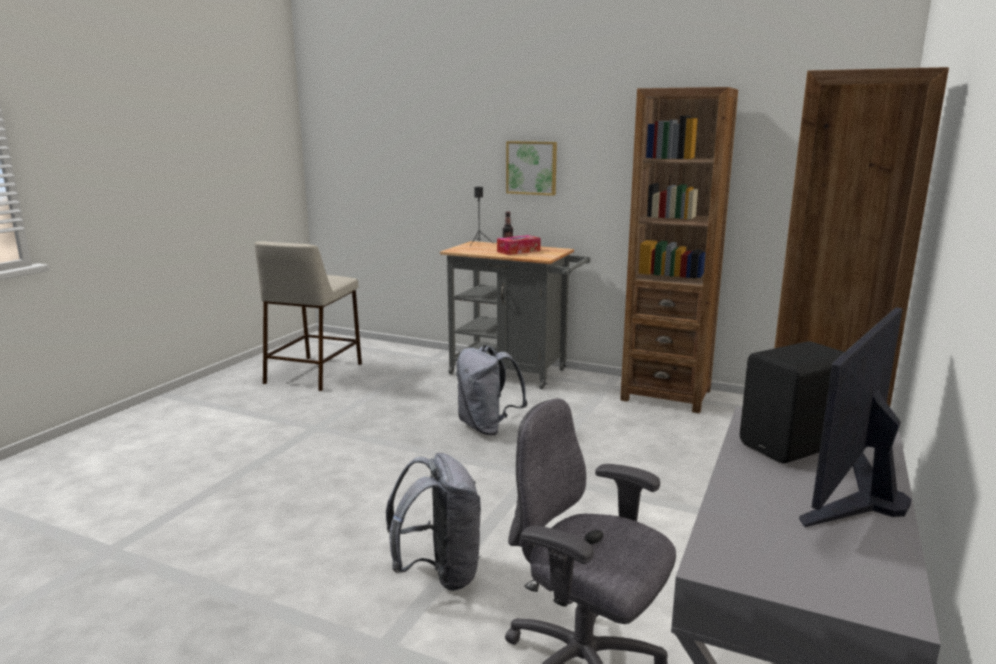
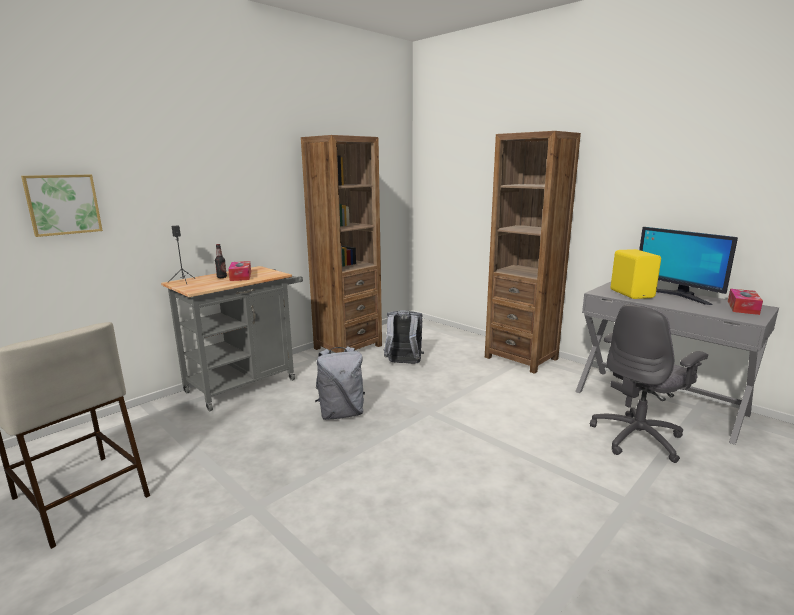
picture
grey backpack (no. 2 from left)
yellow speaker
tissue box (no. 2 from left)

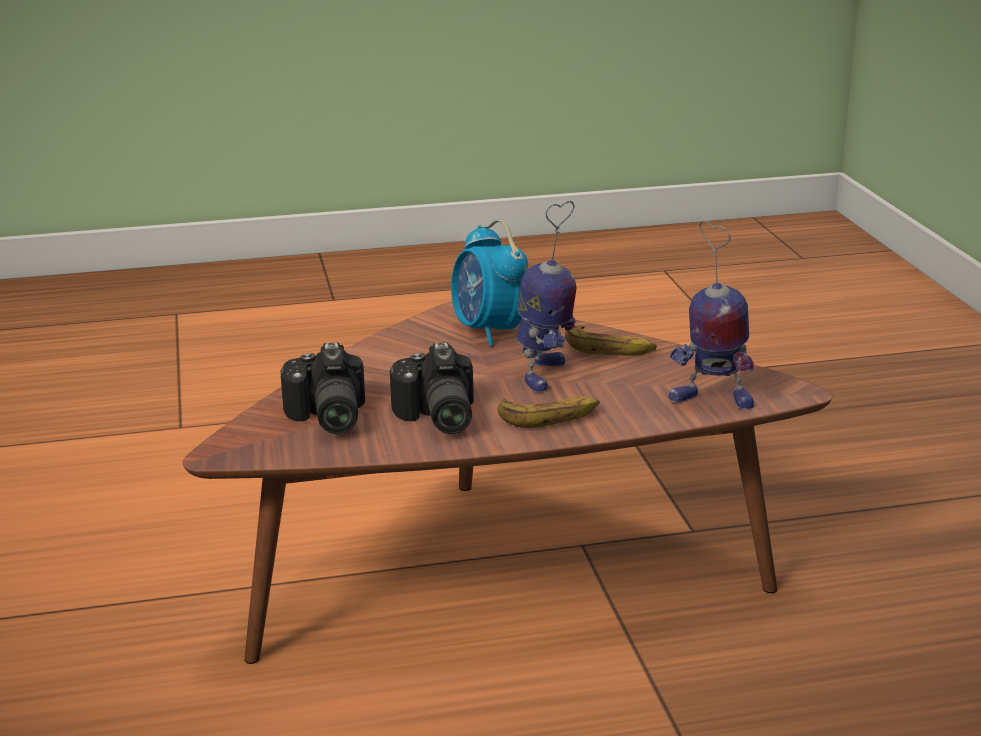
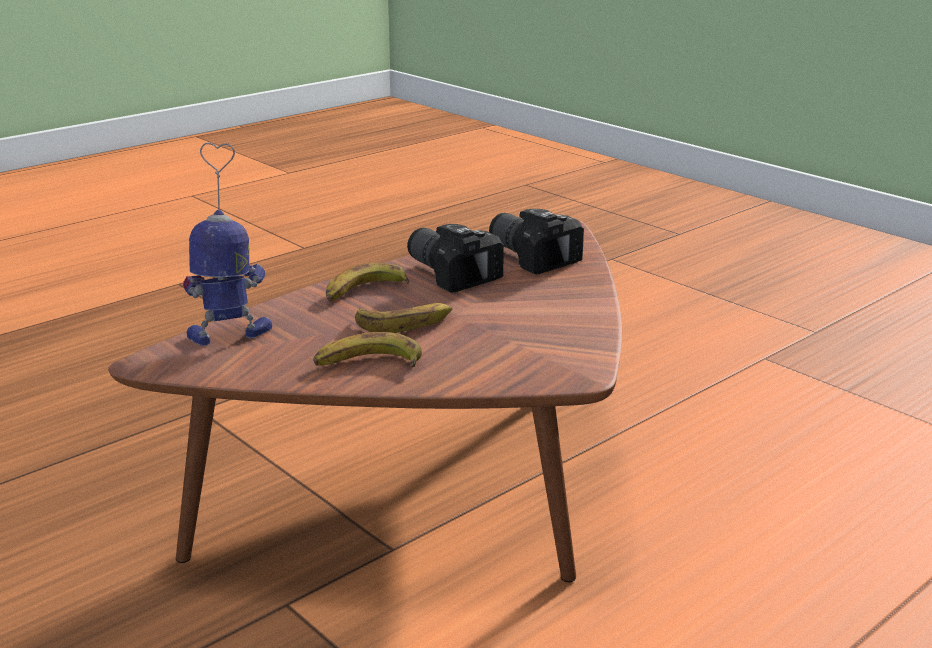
banana (no. 3 from left)
alarm clock

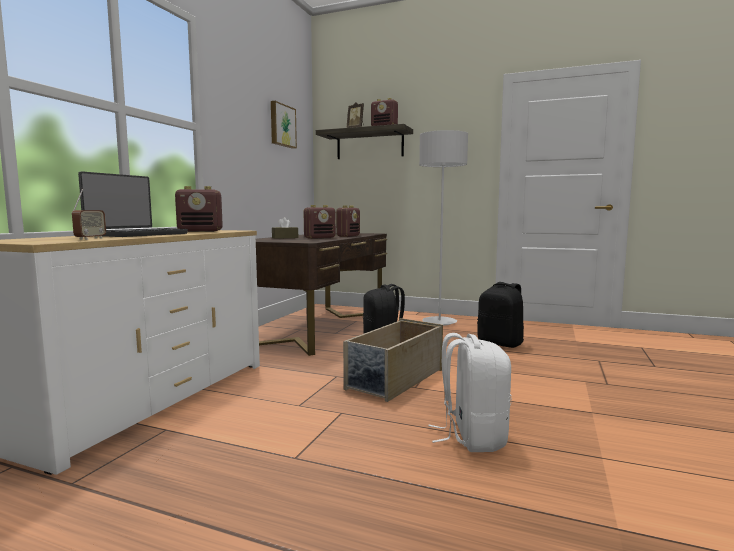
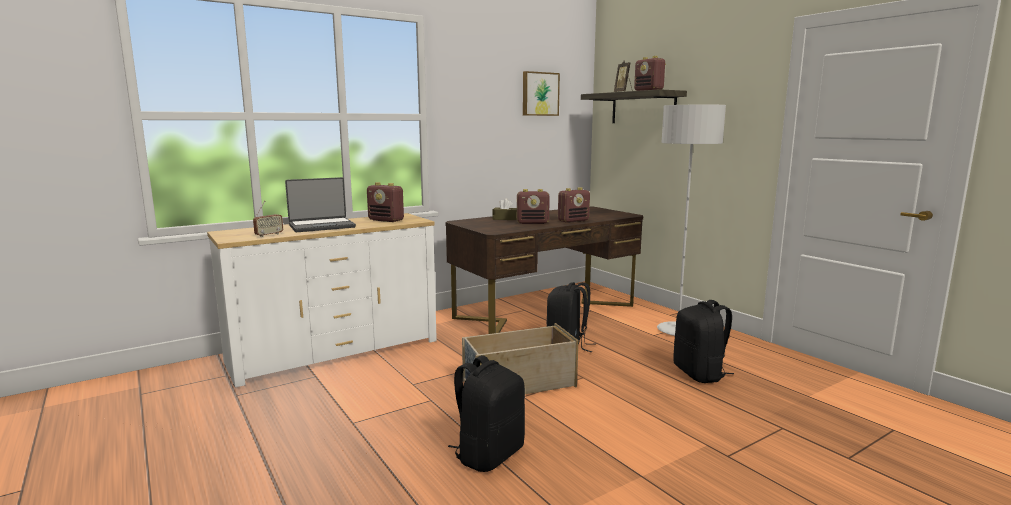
black backpack (no. 1 from left)

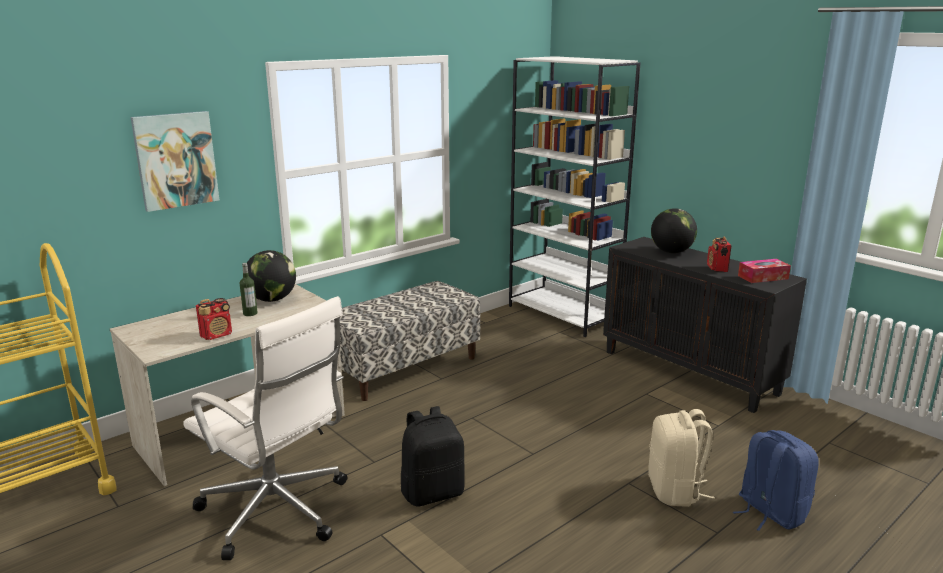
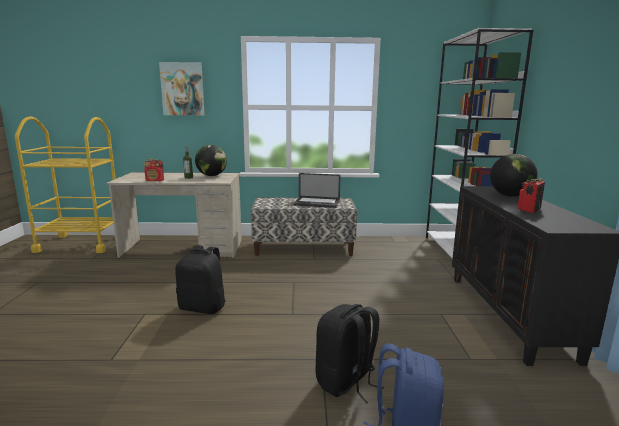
laptop
black backpack (no. 2 from left)
white office chair
tissue box

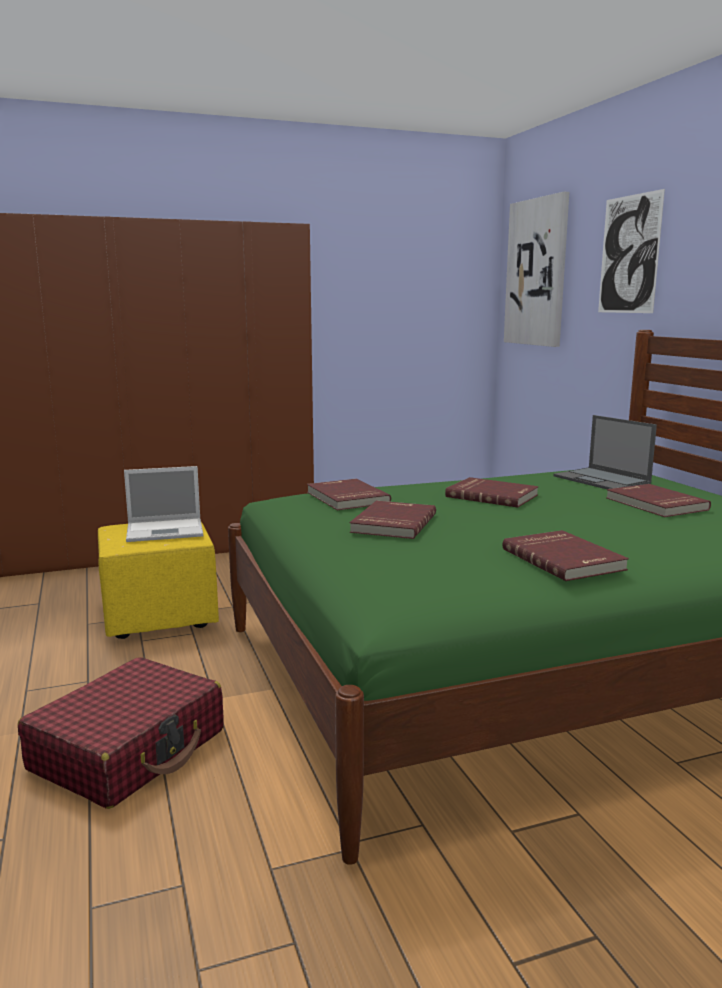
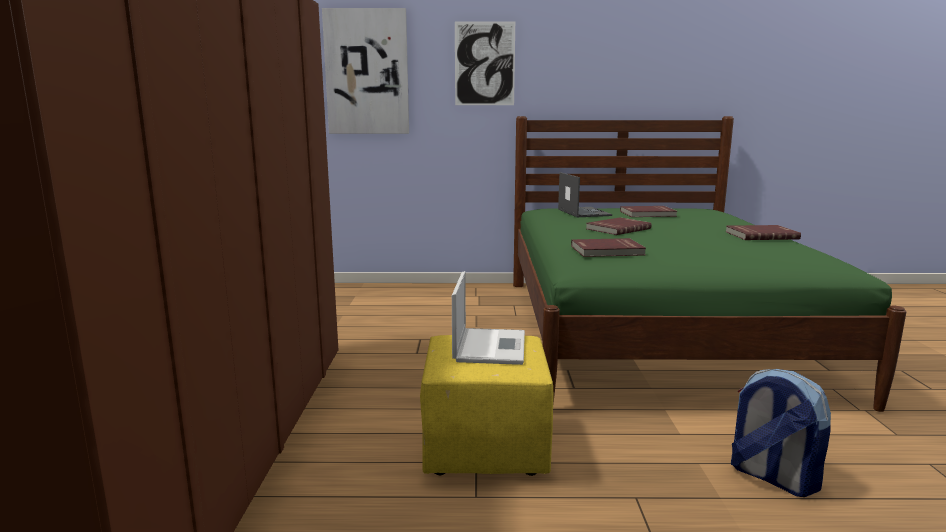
laptop (no. 2 from left)
backpack
red book (no. 2 from left in the first image)

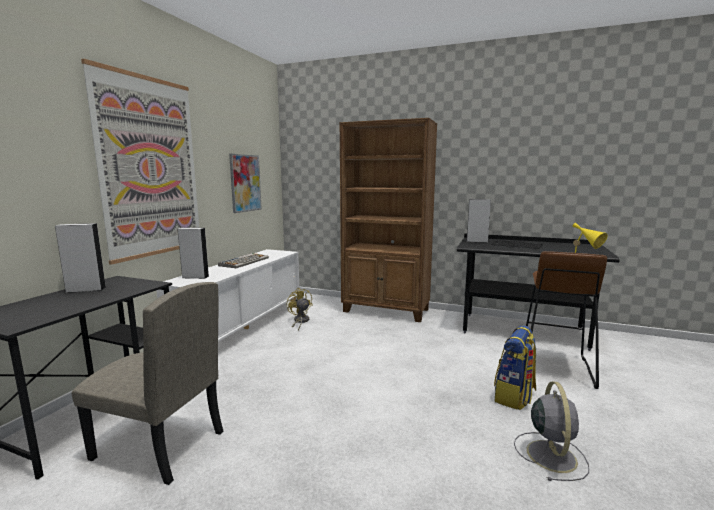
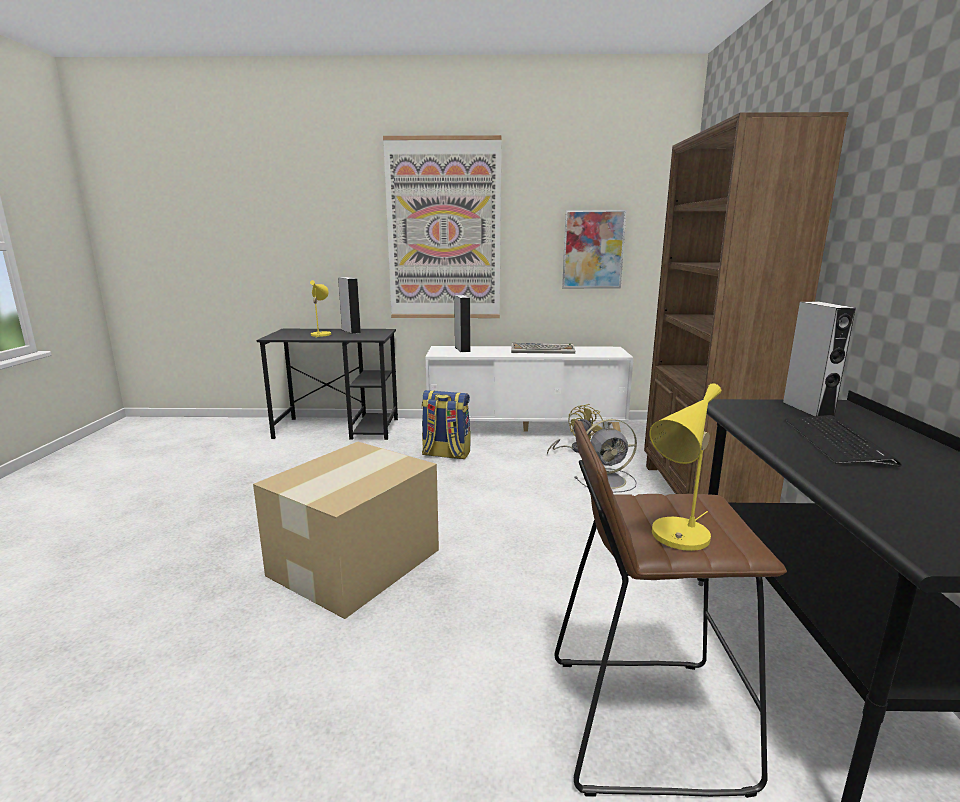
cardboard box
yellow table lamp (no. 1 from left)
backpack
grey fan
beige chair

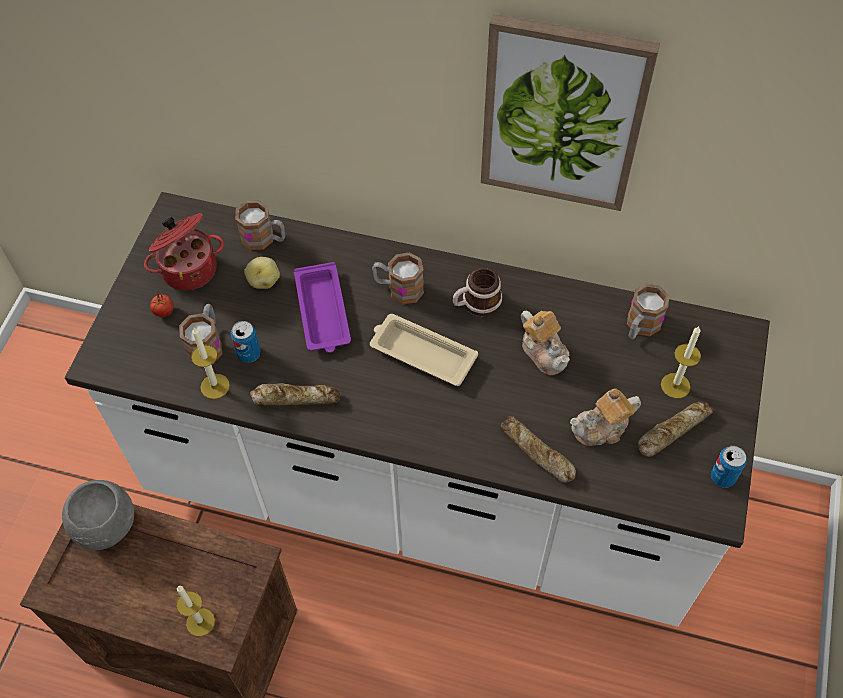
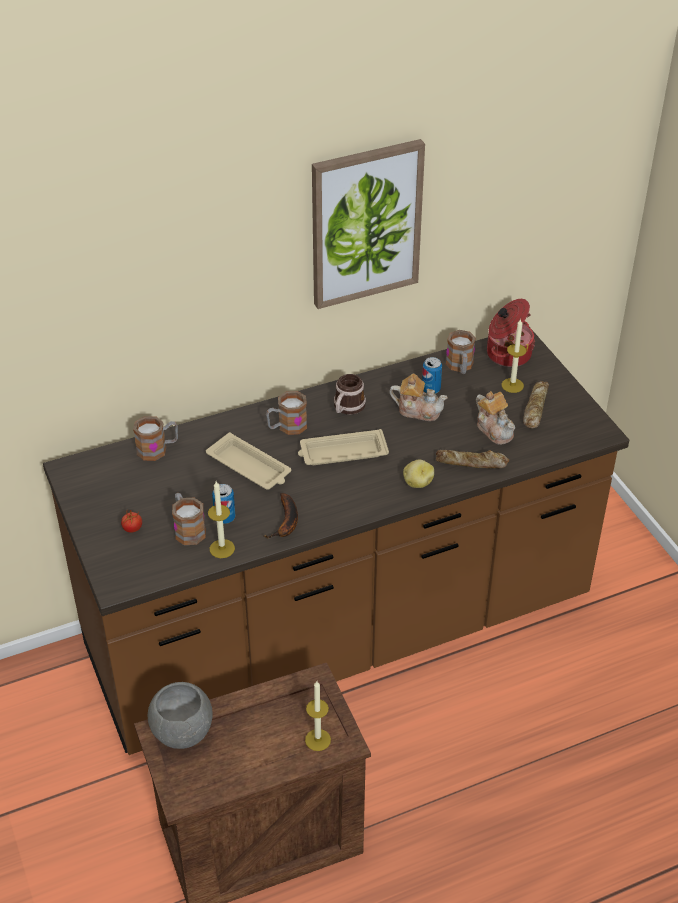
brown counter
beige tray (no. 1 from left)
banana
potato
can (no. 2 from left)
teapot (no. 2 from left)
cooking pot

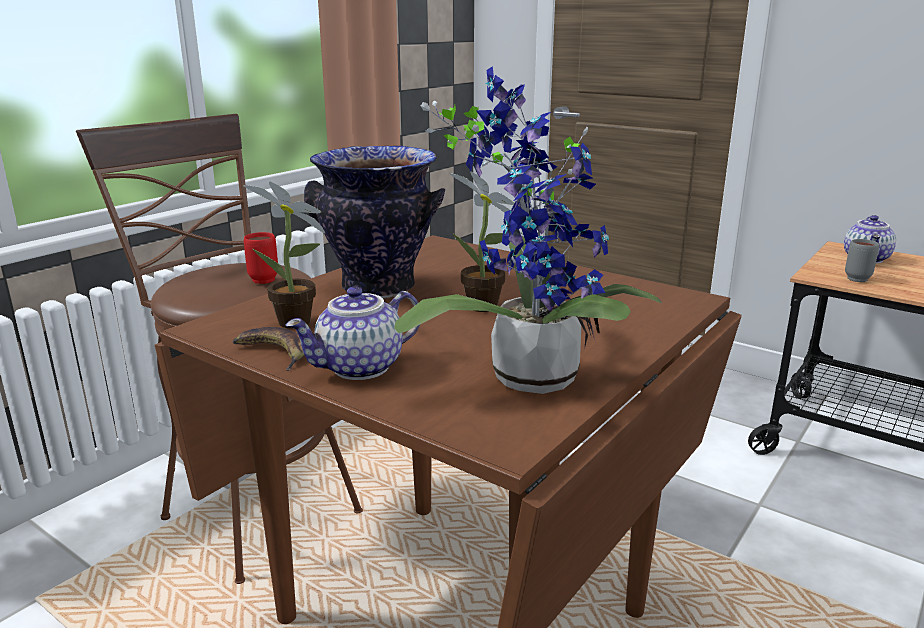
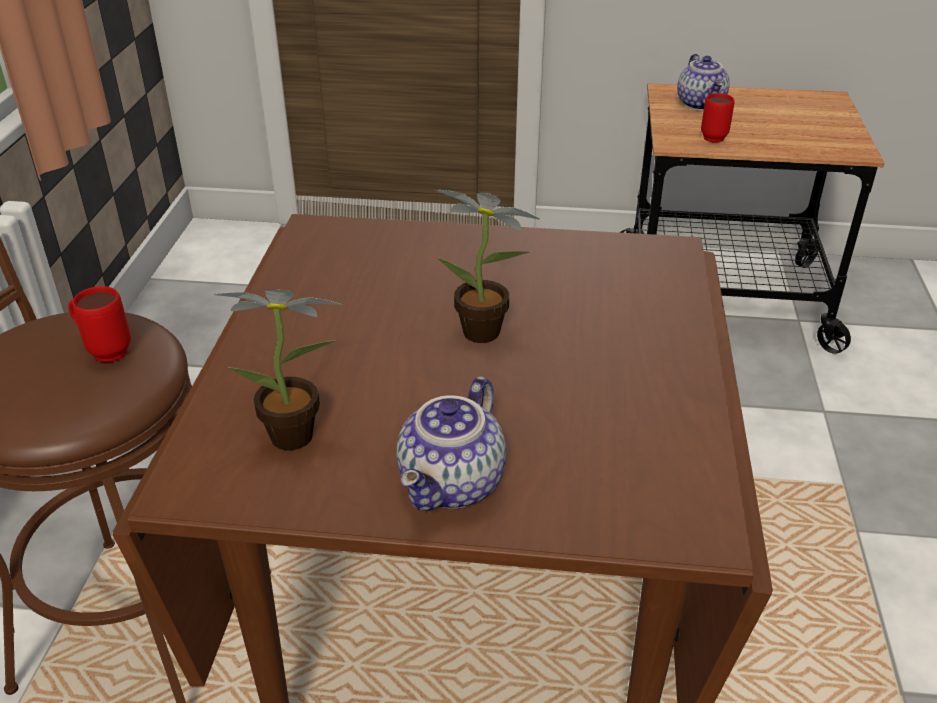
red mug (no. 2 from left)
banana
vase
potted plant (no. 3 from left in the first image)

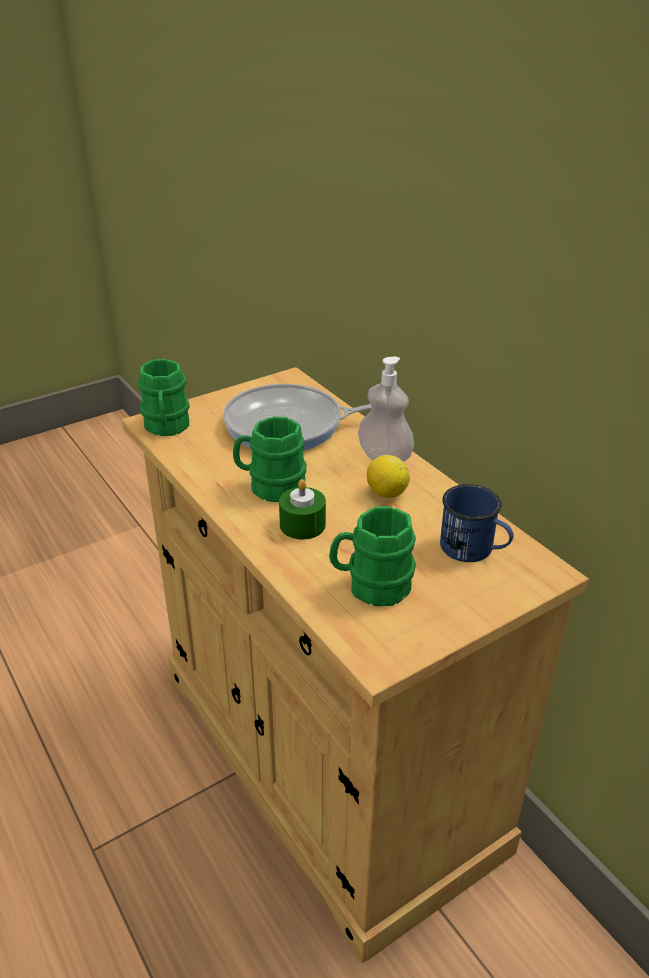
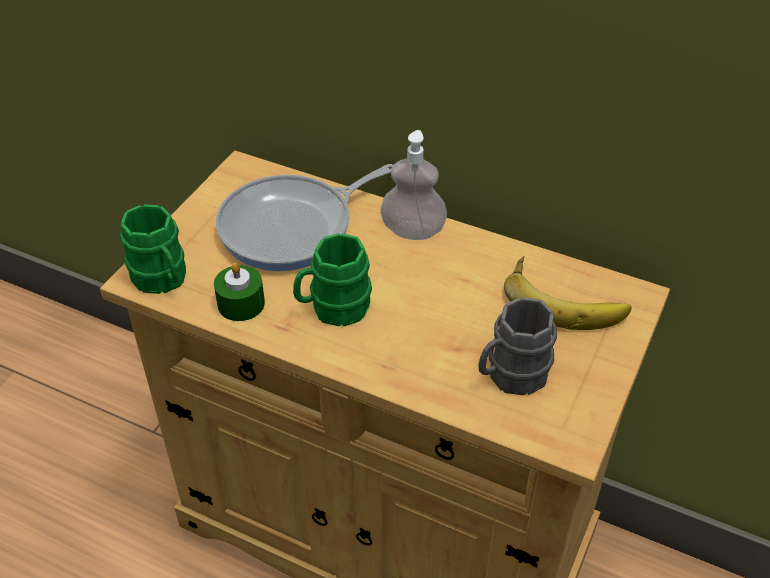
green candle
grey mug
banana
lemon

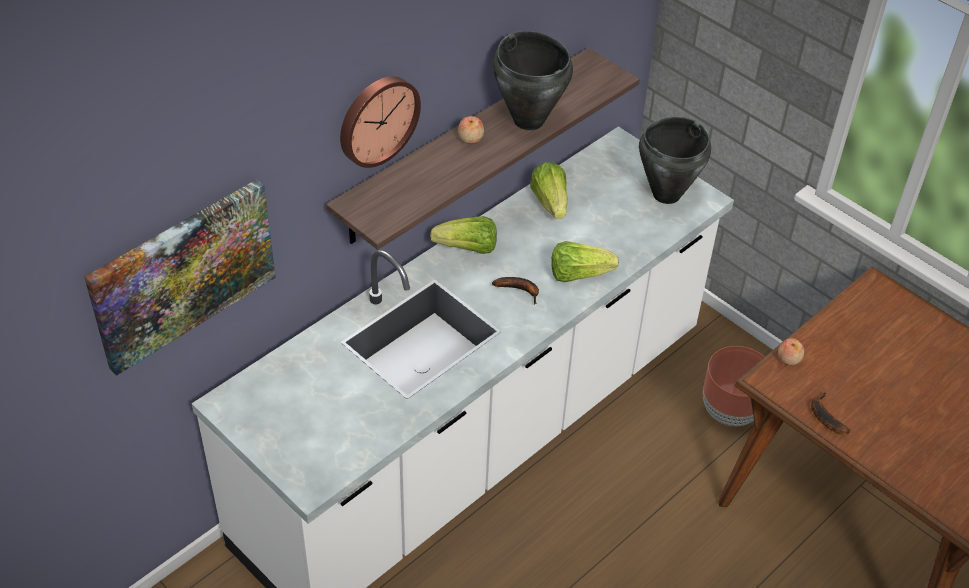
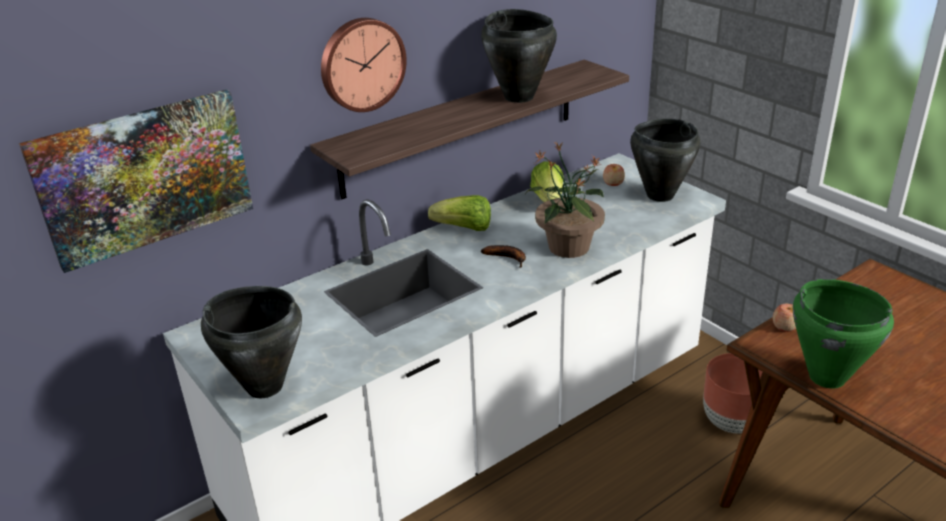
black cooking pot (no. 1 from left)
potted plant
apple (no. 1 from left)
green cooking pot

